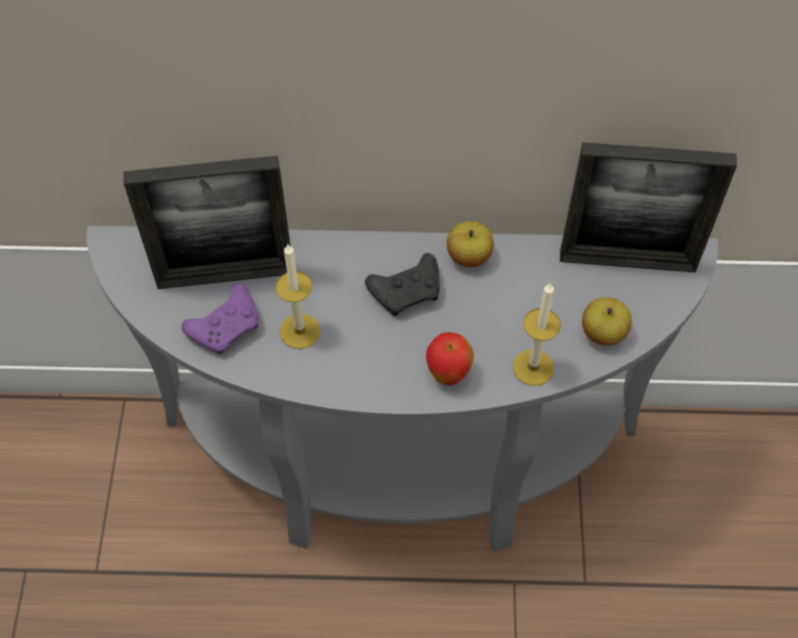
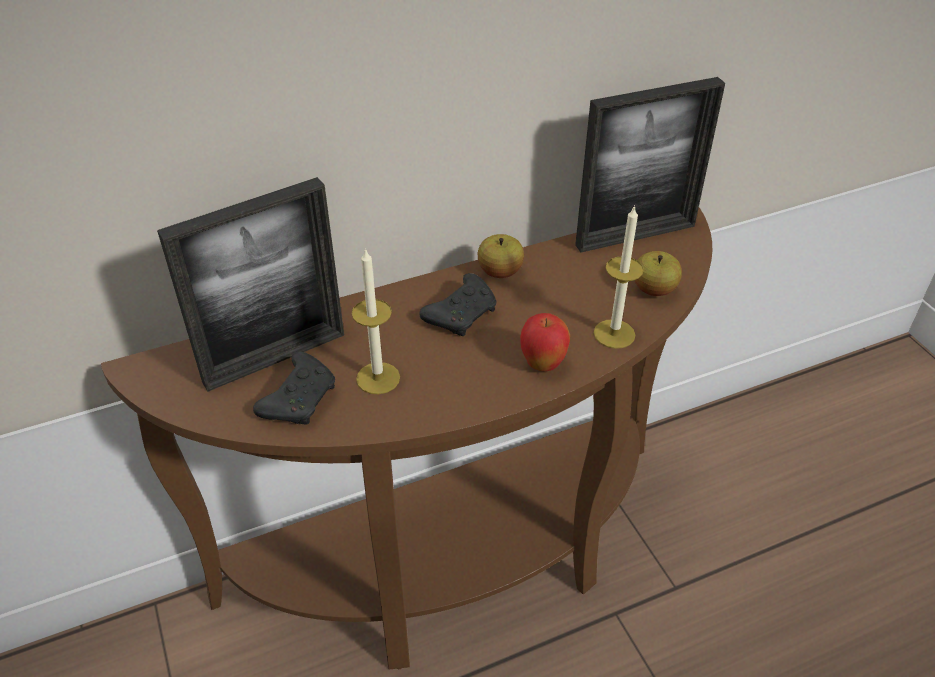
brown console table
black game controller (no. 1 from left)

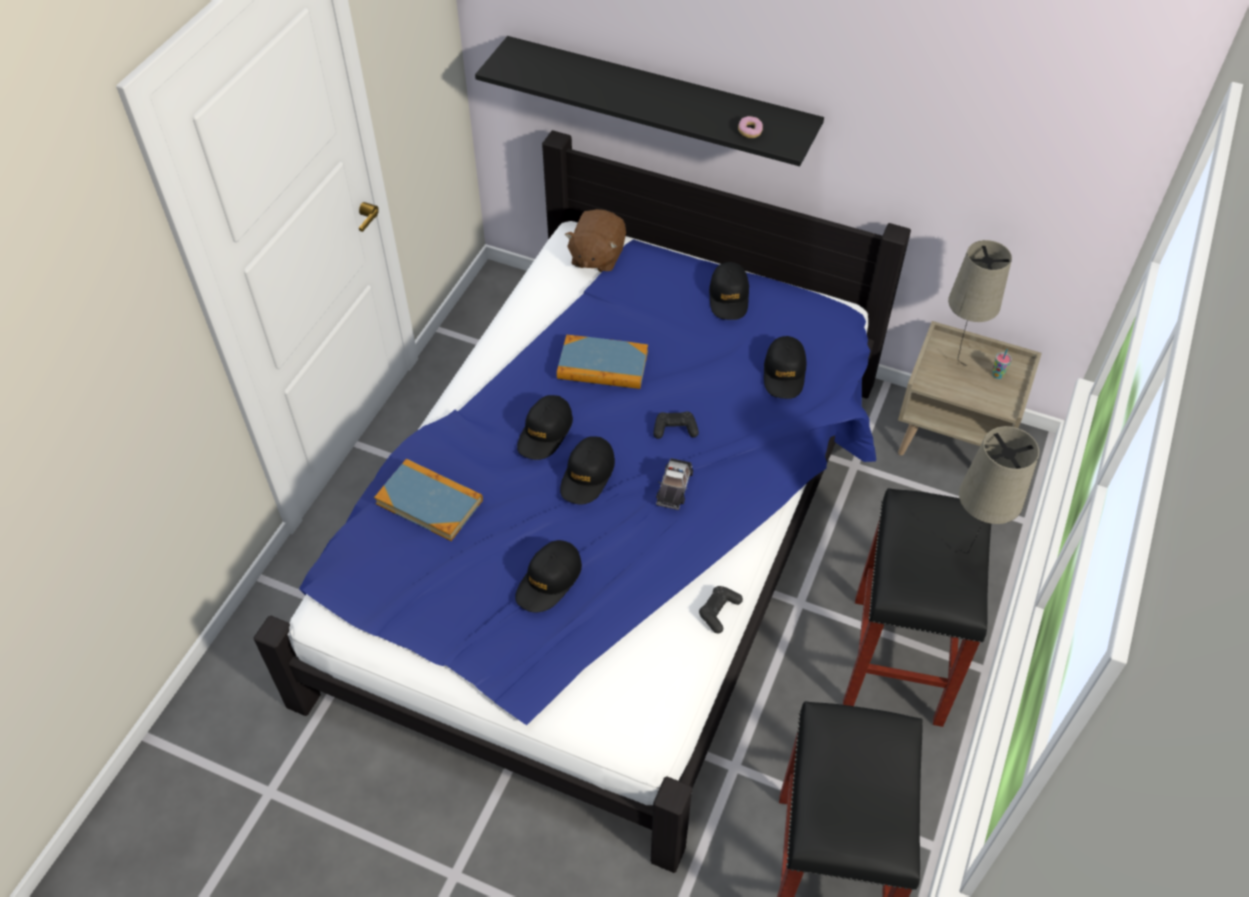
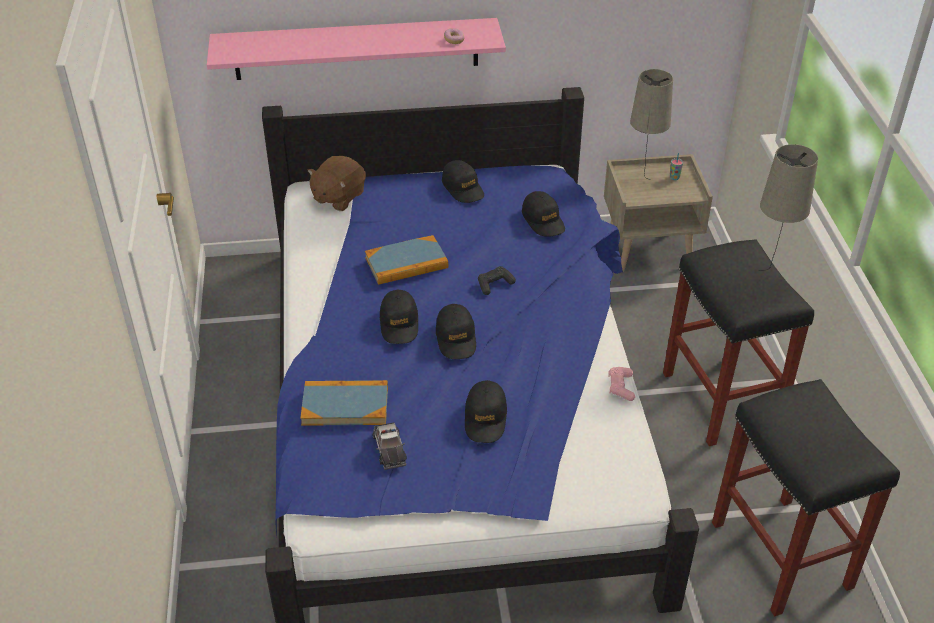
pink shelf
brown plush toy
toy car
pink game controller

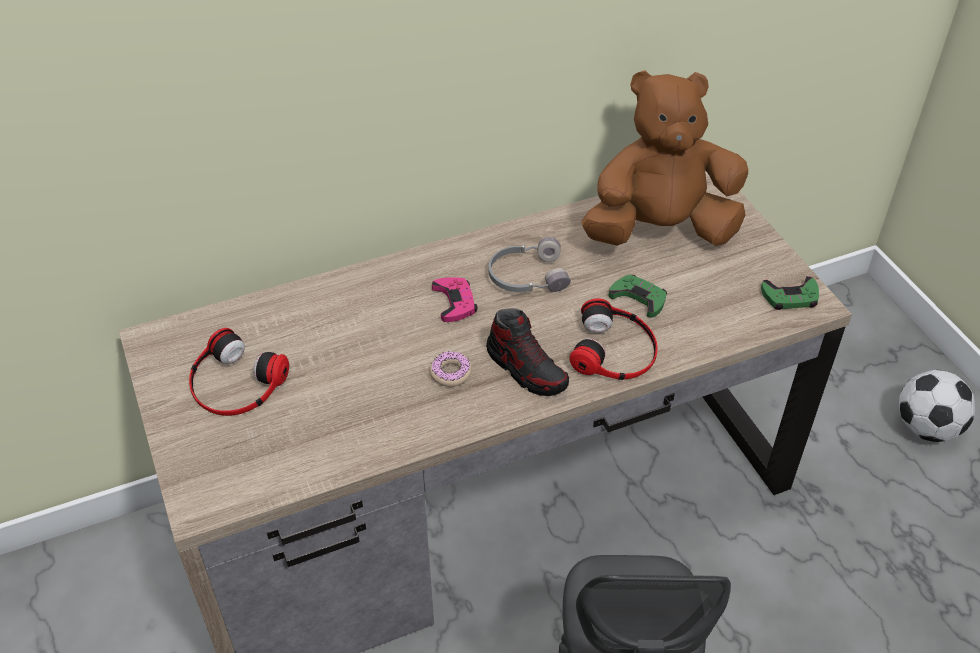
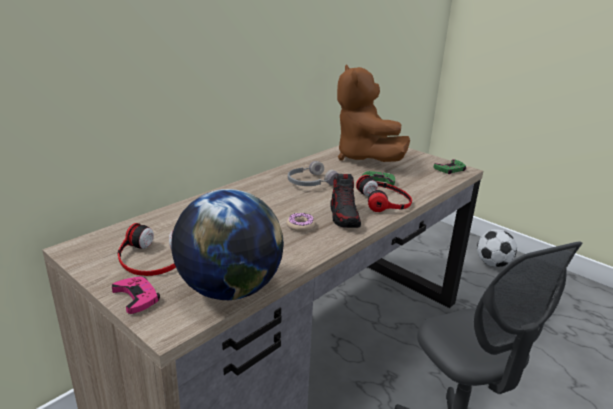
pink game controller
globe
shoe
brown plush toy

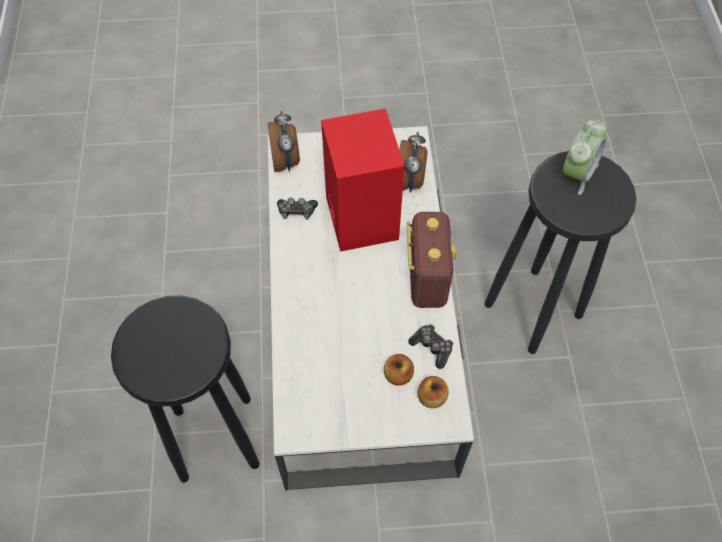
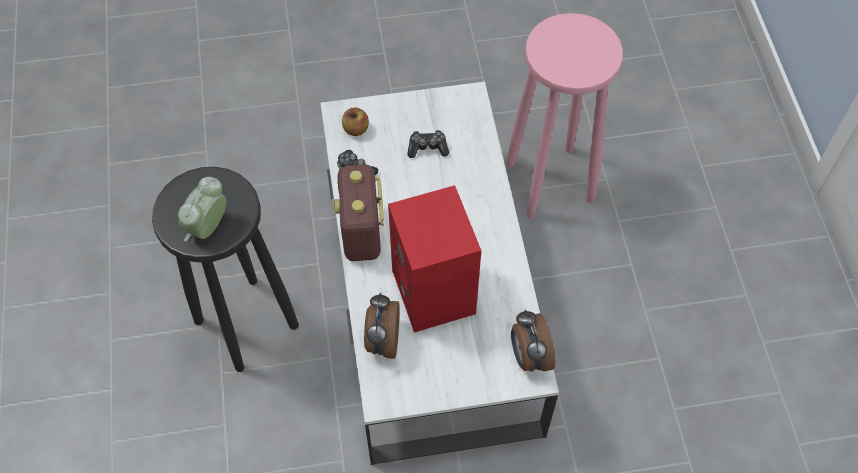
game controller (no. 2 from left)
pink stool
apple (no. 1 from left in the first image)

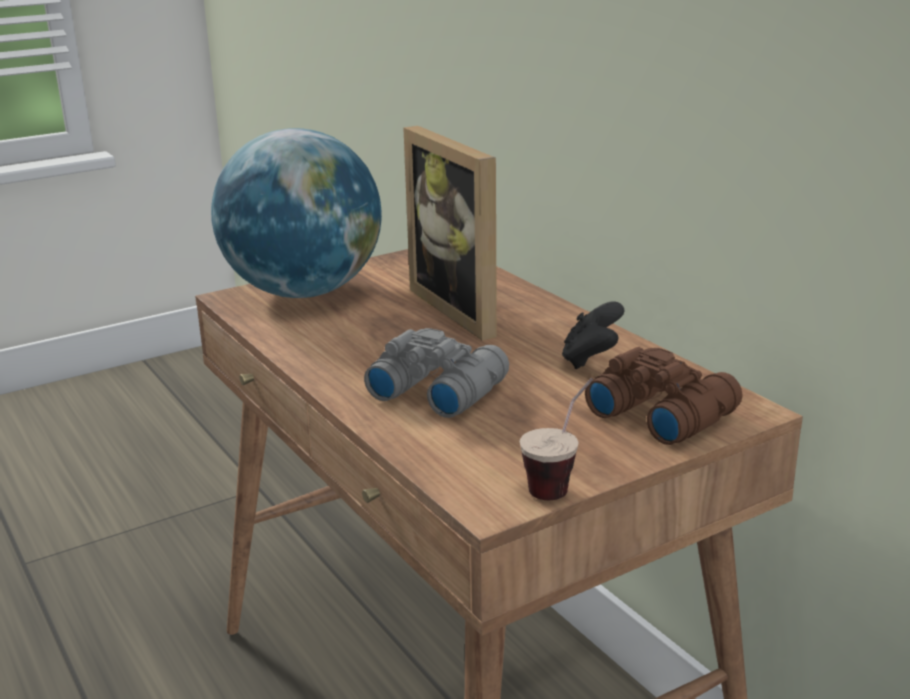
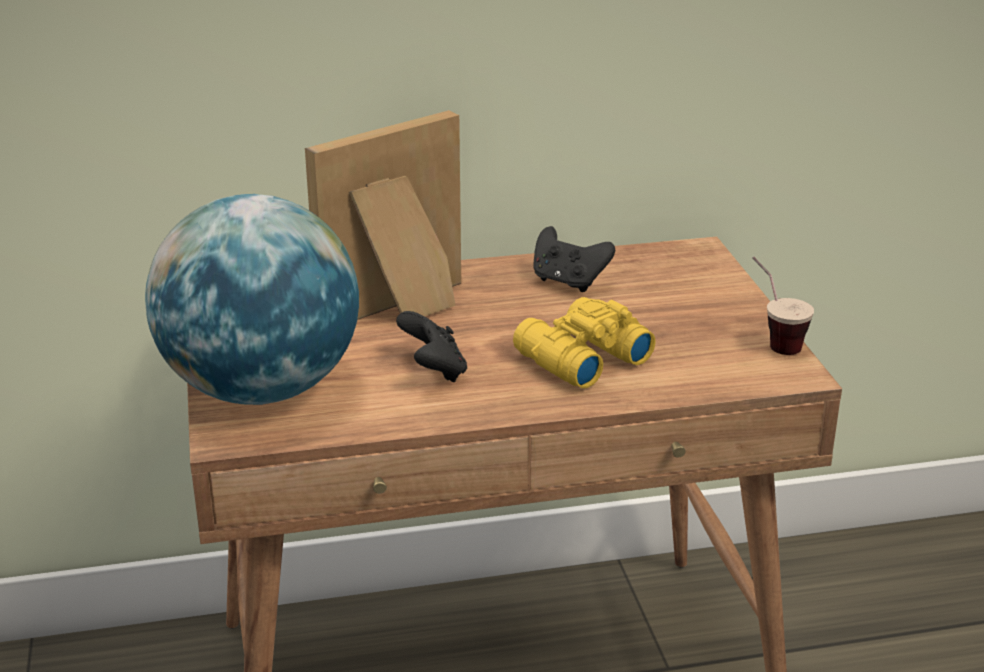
picture frame
black game controller (no. 1 from left)
yellow binoculars
brown binoculars

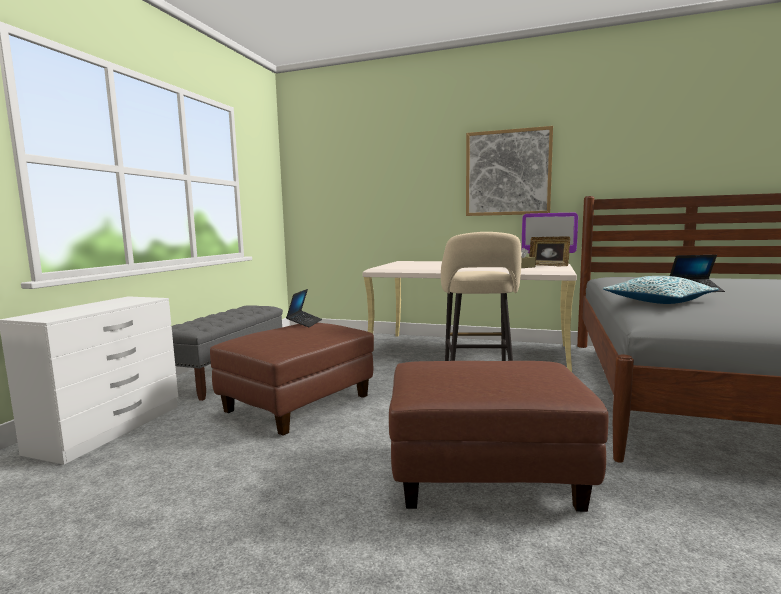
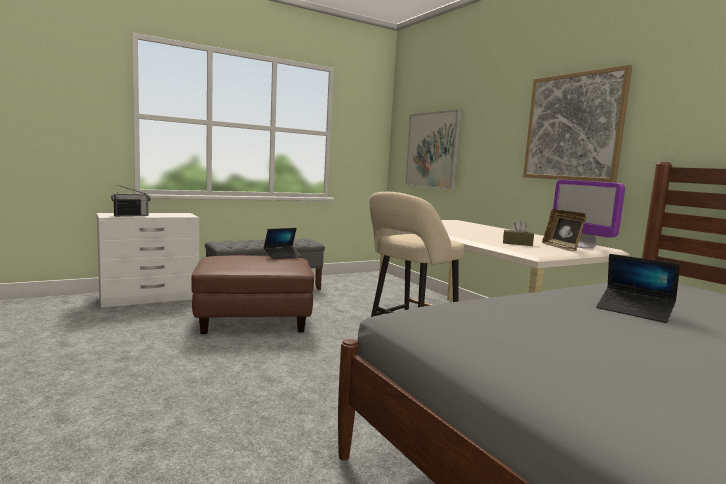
radio
picture (no. 1 from left)
brown ottoman (no. 2 from left in the first image)
pillow

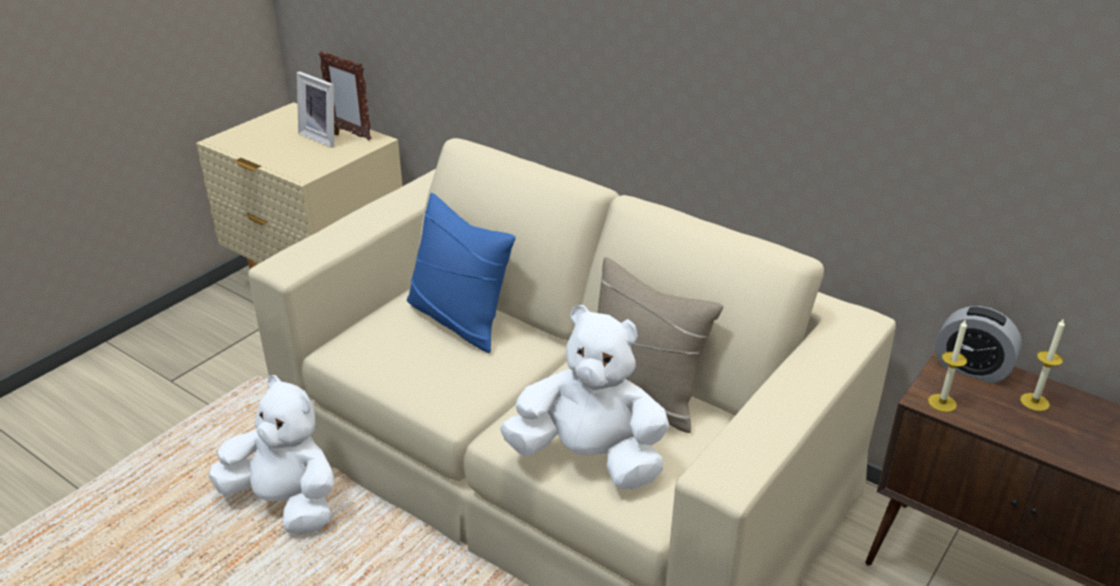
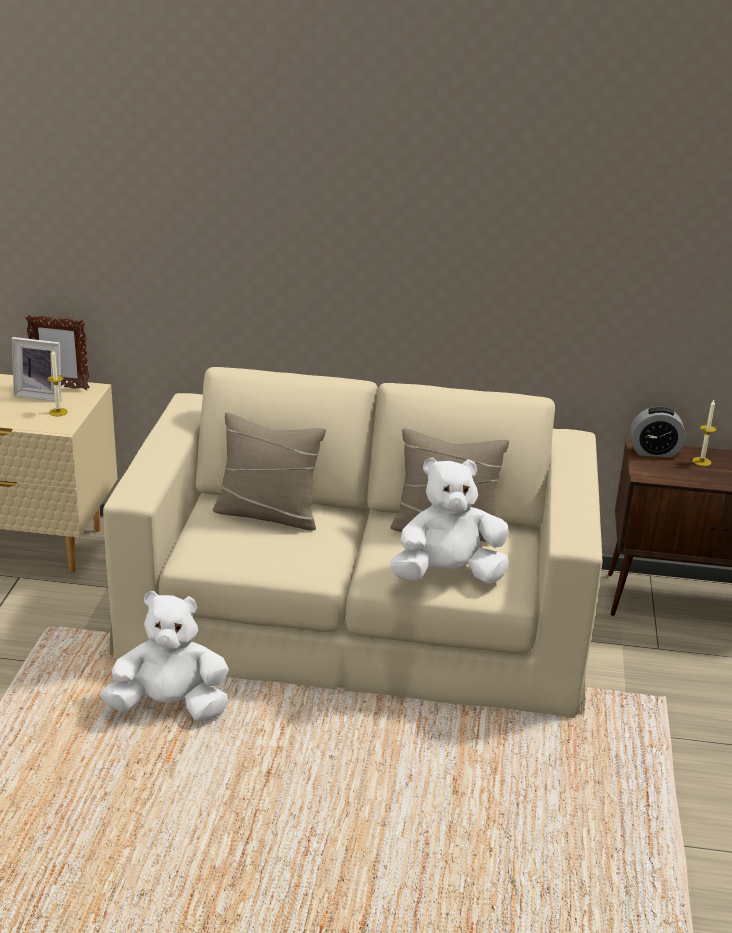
candle (no. 1 from left)
beige pillow (no. 1 from left)

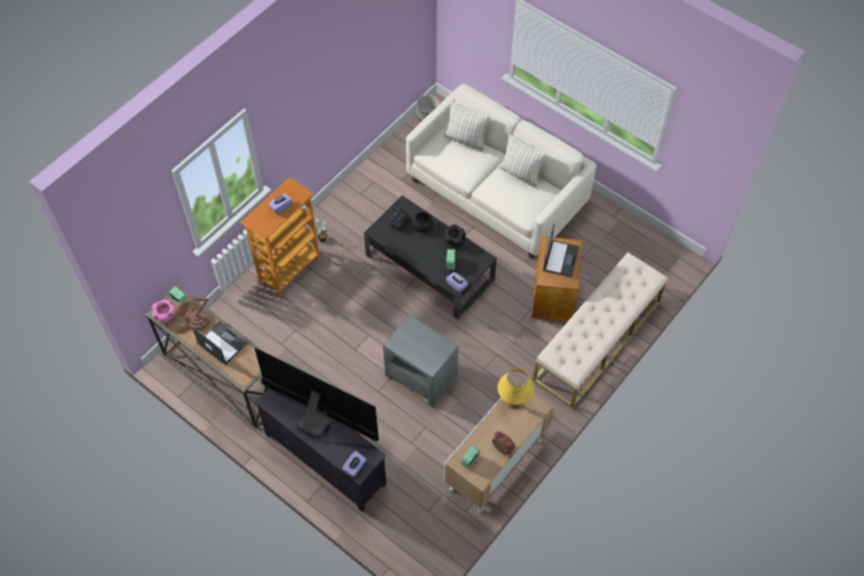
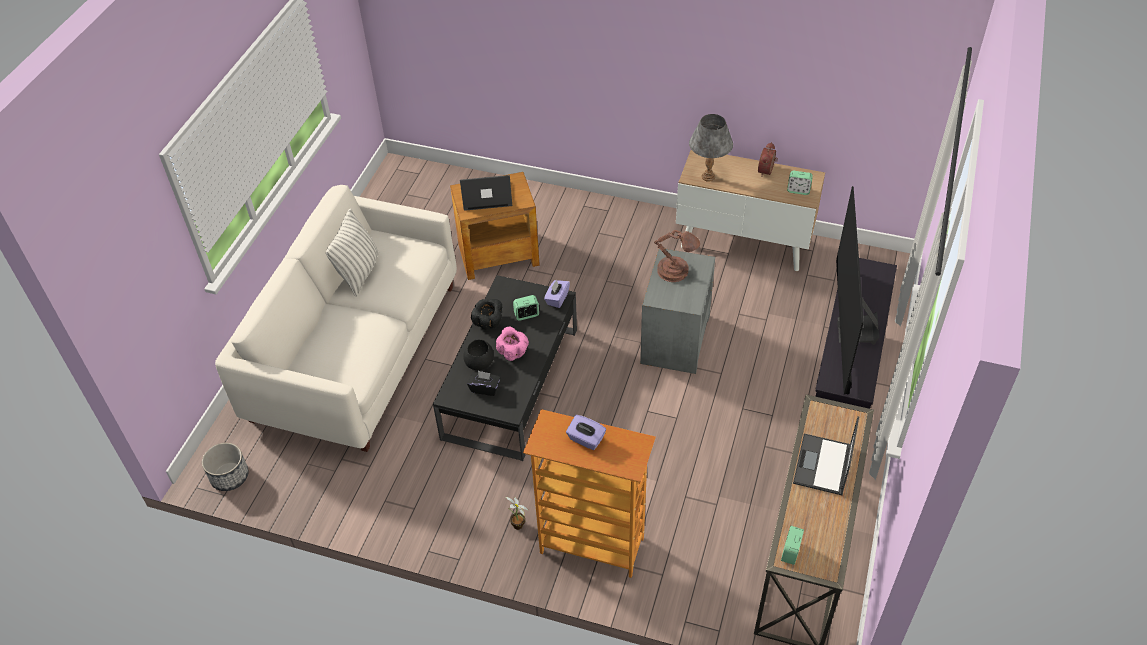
pink bowl
brown table lamp
grey table lamp
purple tissue box (no. 2 from left in the first image)
pillow (no. 1 from left in the first image)
beige bench

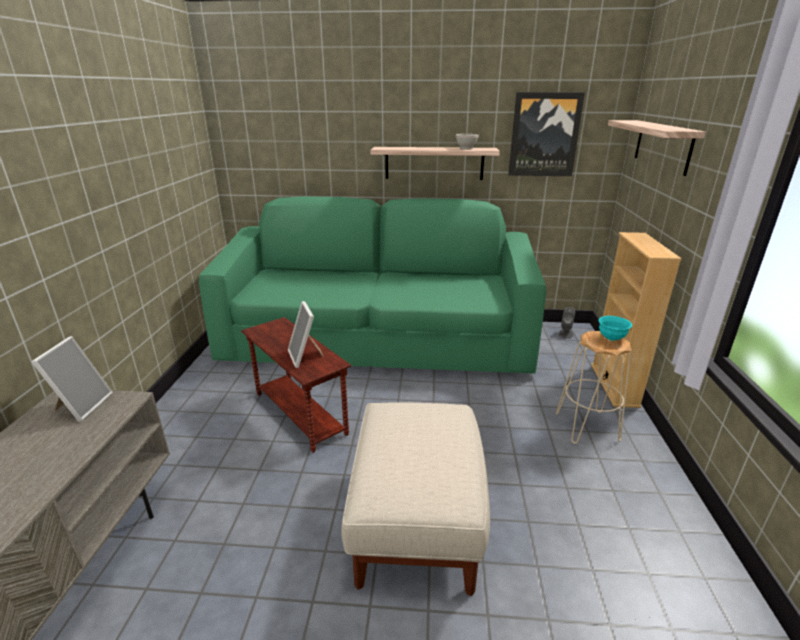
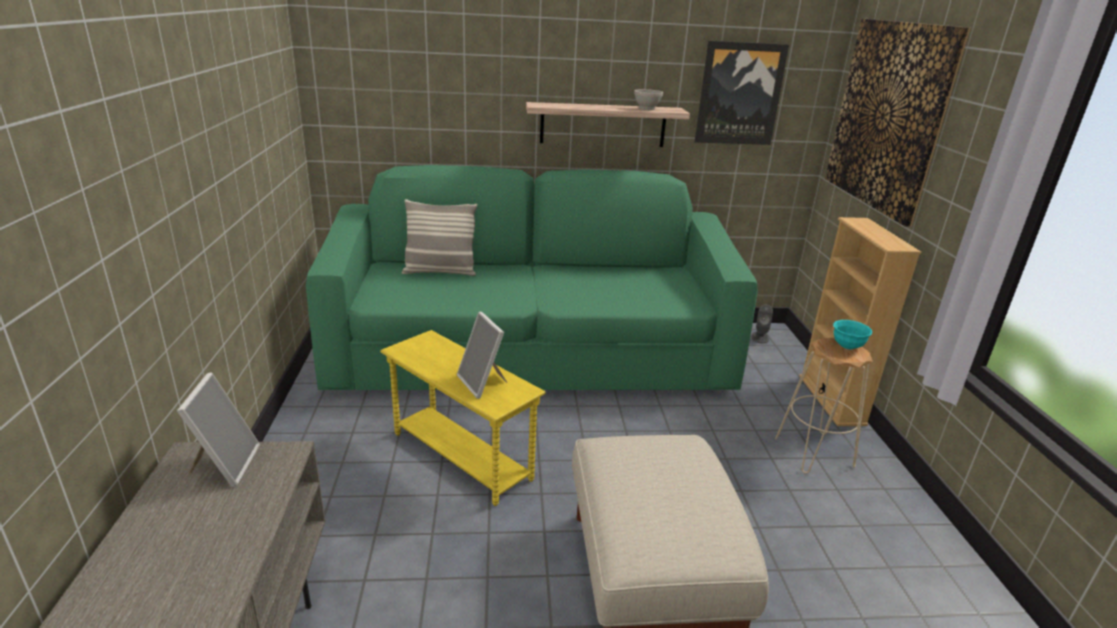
yellow side table
pillow
picture (no. 2 from left)

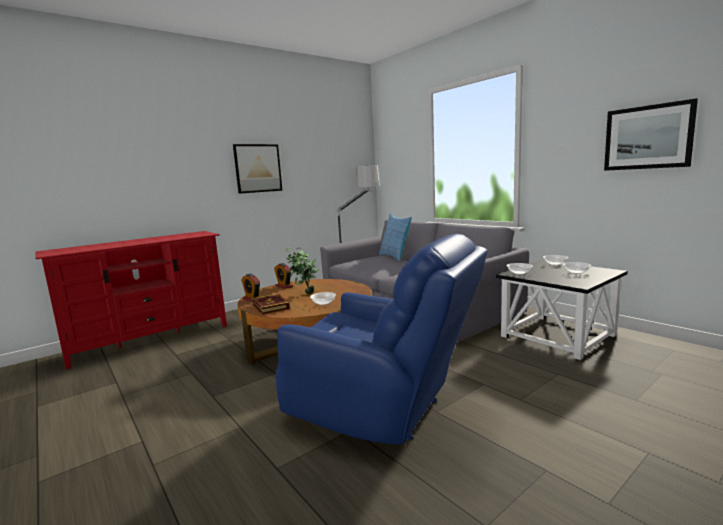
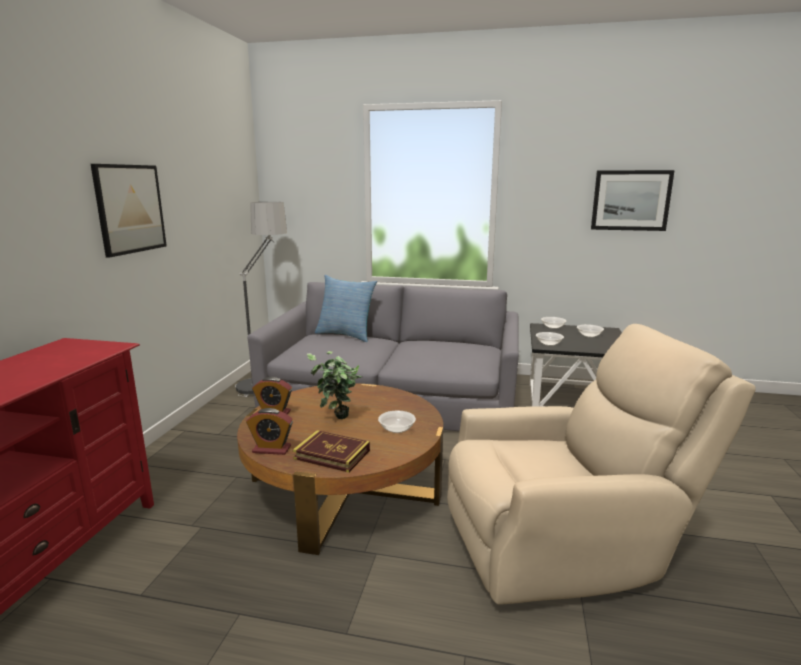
beige armchair

